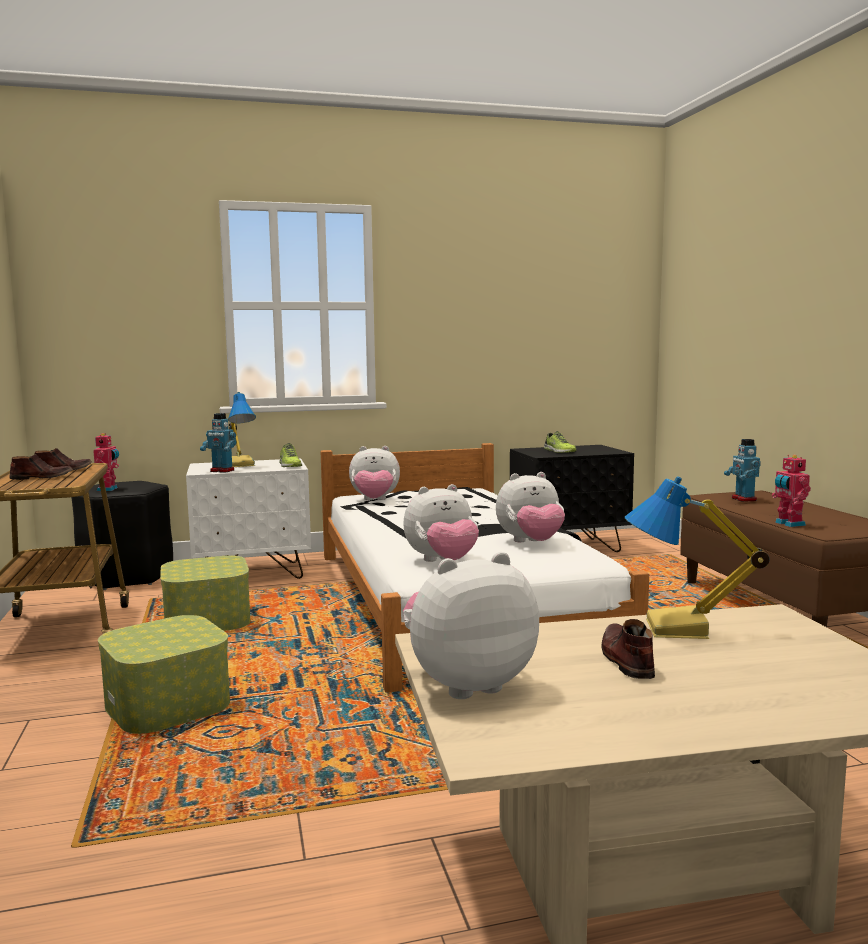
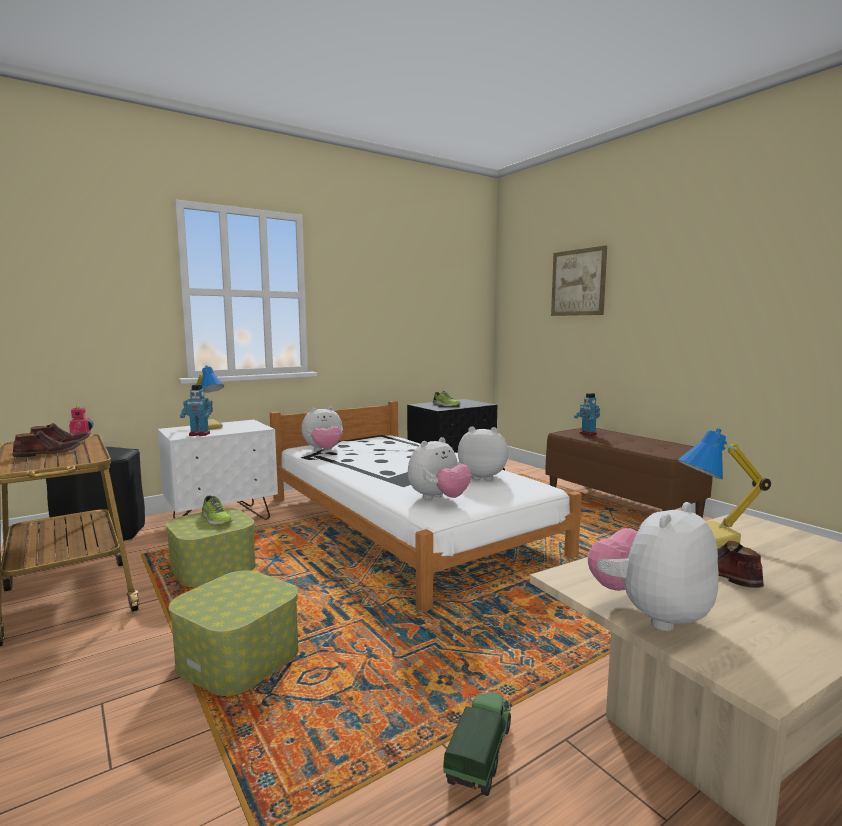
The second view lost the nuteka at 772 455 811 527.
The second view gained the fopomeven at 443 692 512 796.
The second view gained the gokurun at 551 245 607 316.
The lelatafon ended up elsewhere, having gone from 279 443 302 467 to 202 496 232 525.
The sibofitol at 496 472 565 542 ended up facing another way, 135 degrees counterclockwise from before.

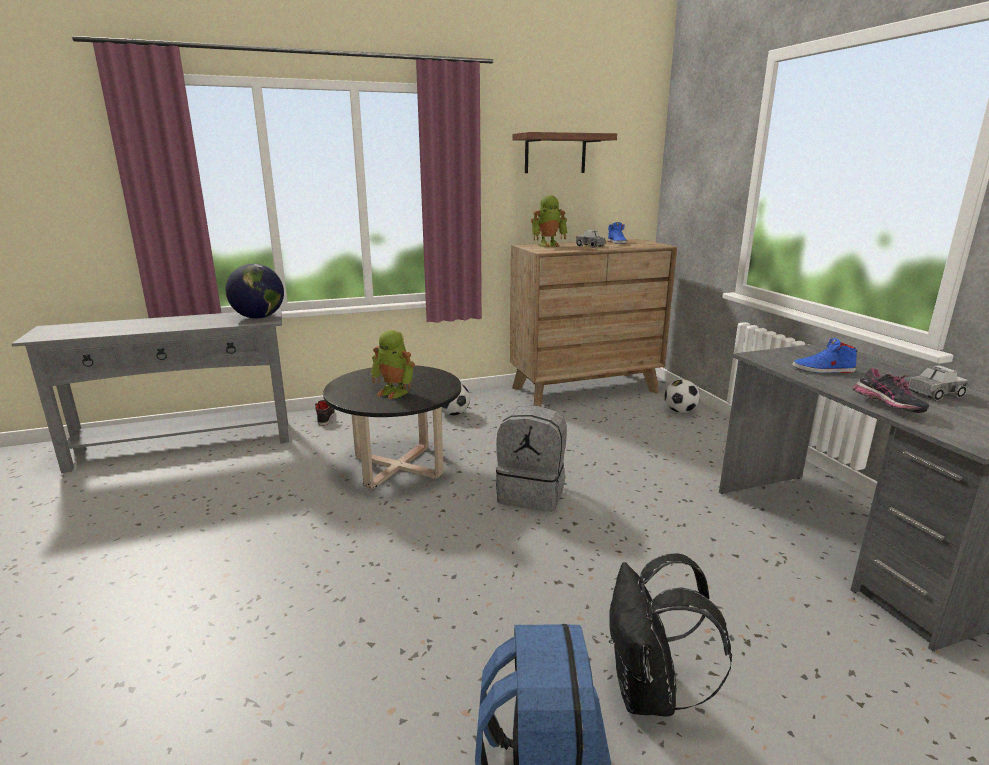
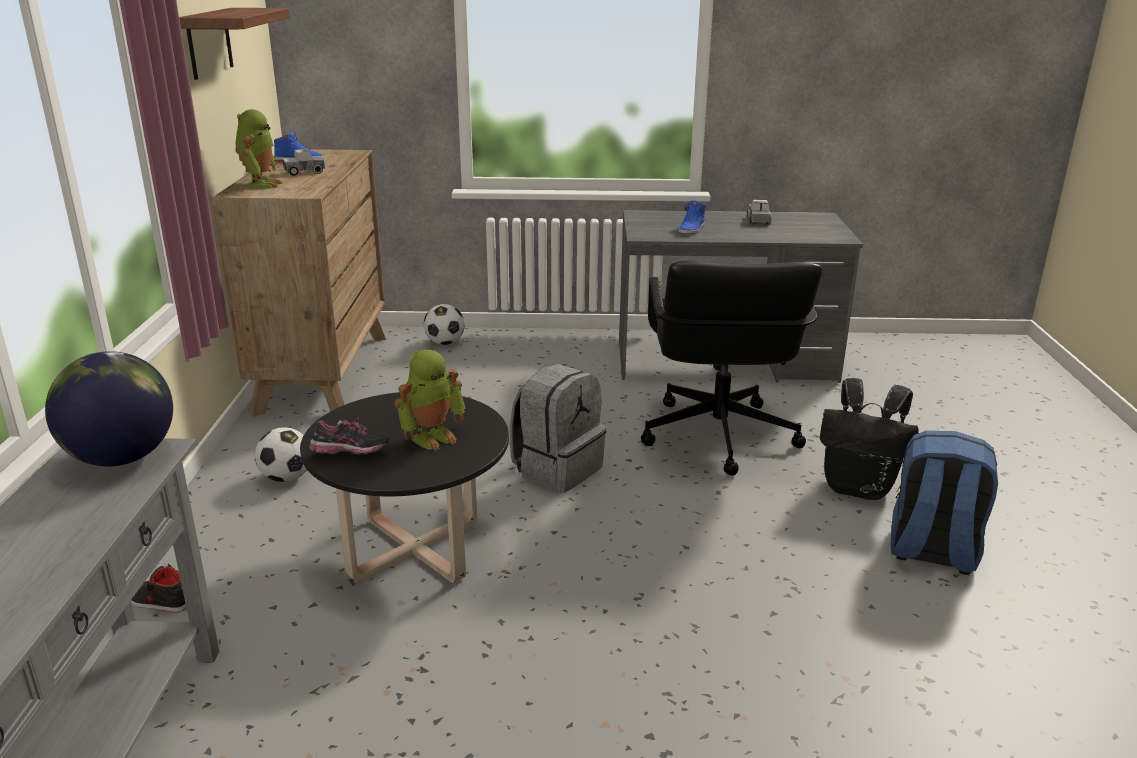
The second view gained the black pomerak at 641 260 822 475.
The lelatafon ended up elsewhere, having gone from 853 368 929 413 to 309 417 389 455.

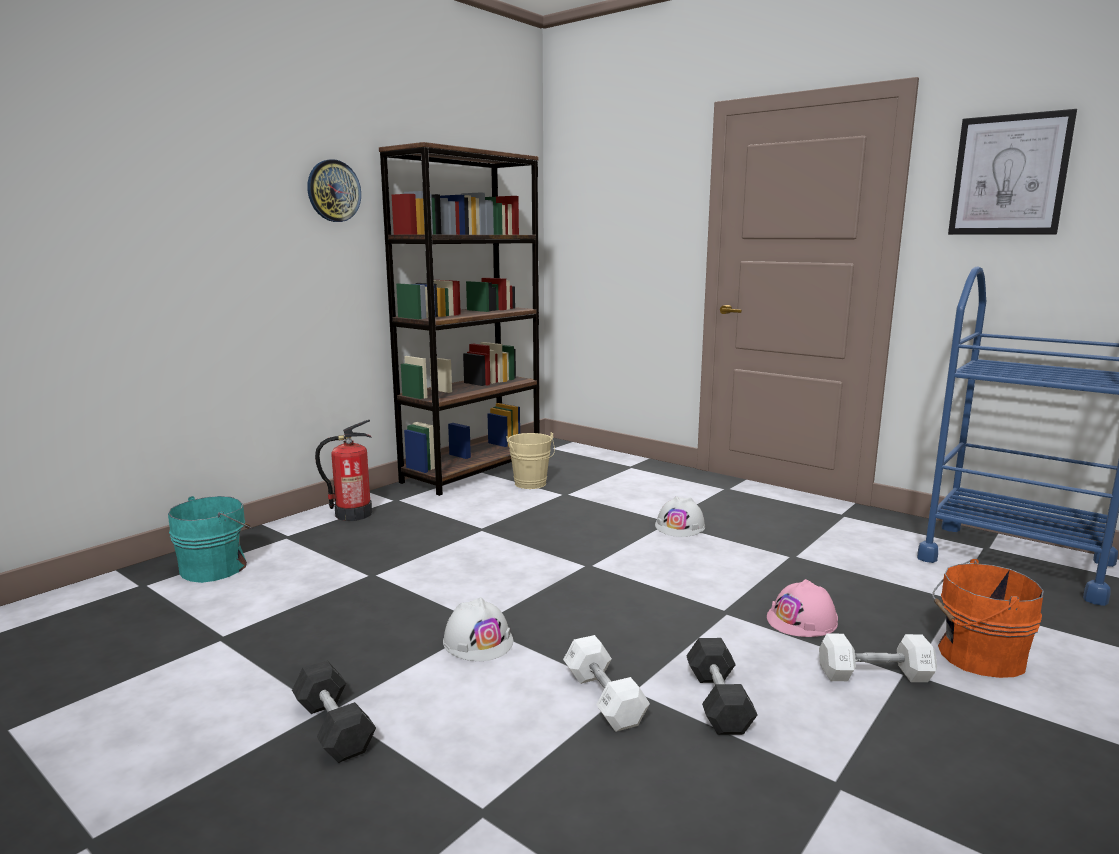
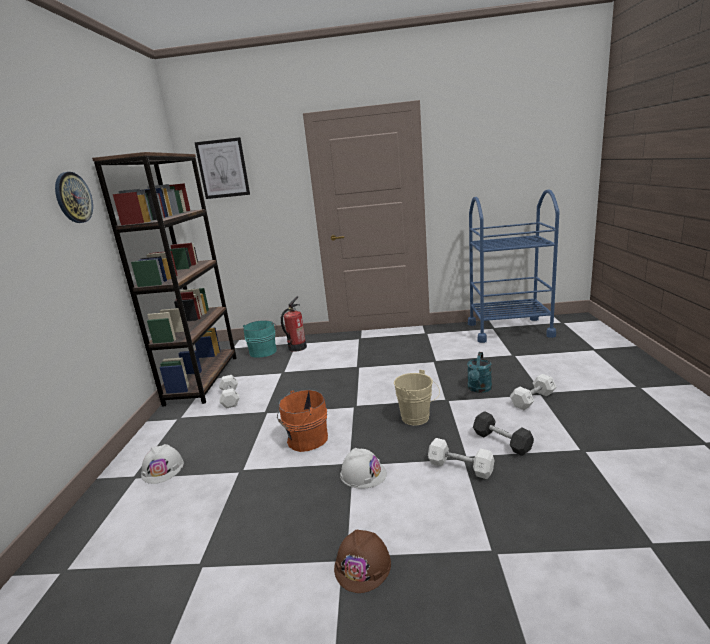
The second view gained the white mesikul at 219 375 240 409.
The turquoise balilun ended up elsewhere, having gone from 168 496 253 583 to 243 320 277 357.
The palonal ended up elsewhere, having gone from 315 420 372 521 to 281 296 307 352.
The beige balilun ended up elsewhere, having gone from 506 432 555 489 to 394 370 440 425.
The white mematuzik ended up elsewhere, having gone from 655 496 705 537 to 141 444 184 484.
The orange balilun ended up elsewhere, having gone from 932 559 1044 678 to 277 390 328 452.
The gokurun ended up elsewhere, having gone from 948 109 1077 235 to 194 137 250 199.
Where the black mesikul stood at 292 660 376 763, the brown mematuzik came to stand at 334 530 391 593.
Where the pink mematuzik stood at 767 579 838 637, the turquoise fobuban came to stand at 467 352 492 393.

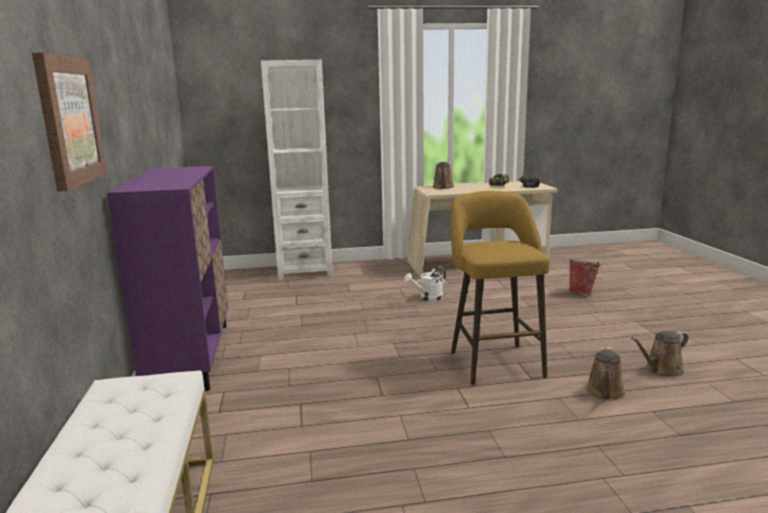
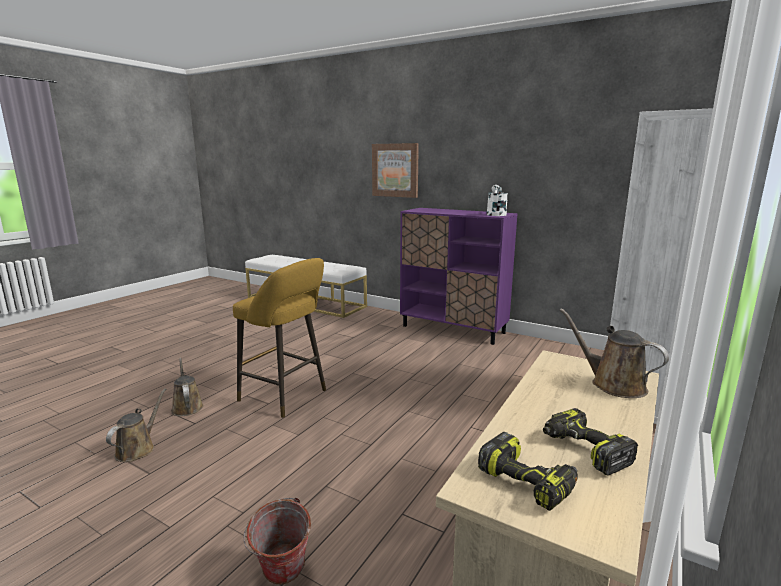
The white fobuban ended up elsewhere, having gone from 404 267 446 301 to 486 185 508 216.

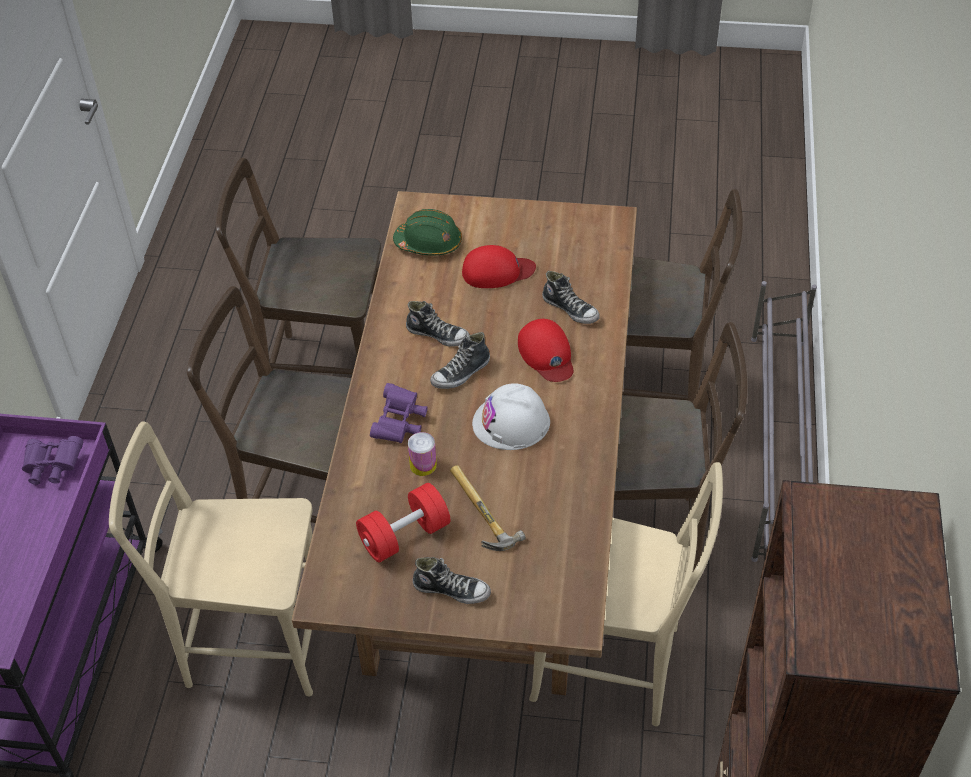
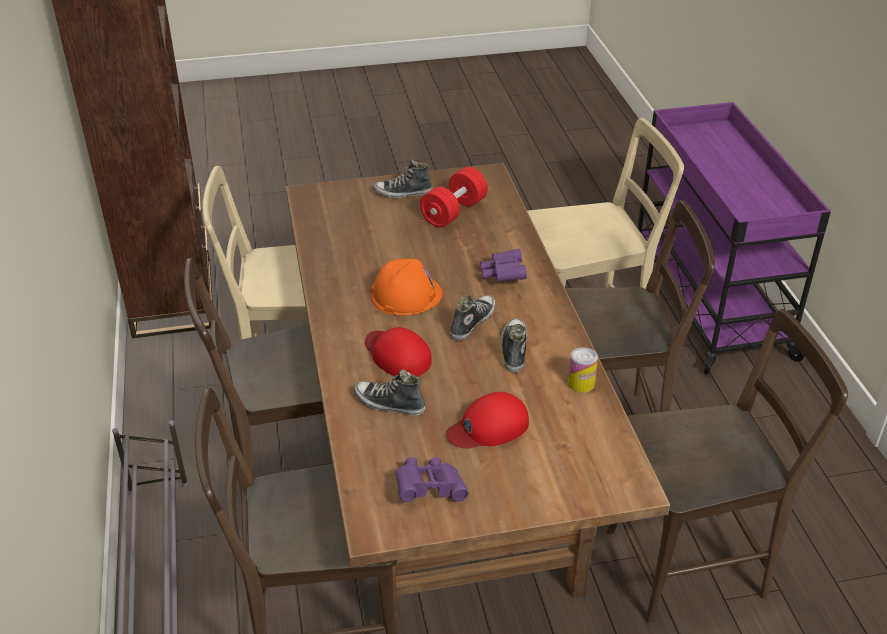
The second view lost the green mematuzik at 393 209 462 255.
The second view lost the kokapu at 450 465 526 551.
The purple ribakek ended up elsewhere, having gone from 22 436 83 485 to 395 457 469 502.
The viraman ended up elsewhere, having gone from 408 432 437 476 to 568 347 598 393.
What was the white mematuzik at 472 383 550 450 turned into the orange mematuzik at 371 259 442 316.
The lelatafon at 406 301 470 347 ended up facing another way, 90 degrees clockwise from before.

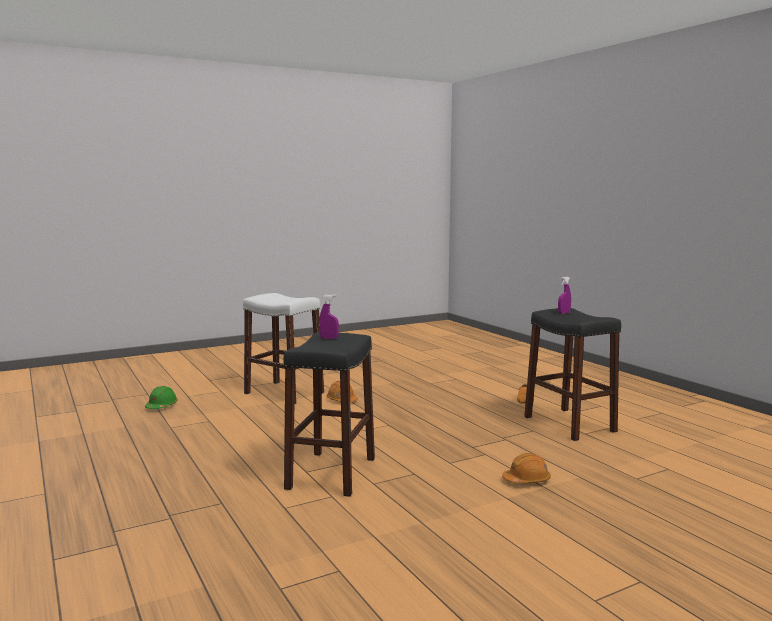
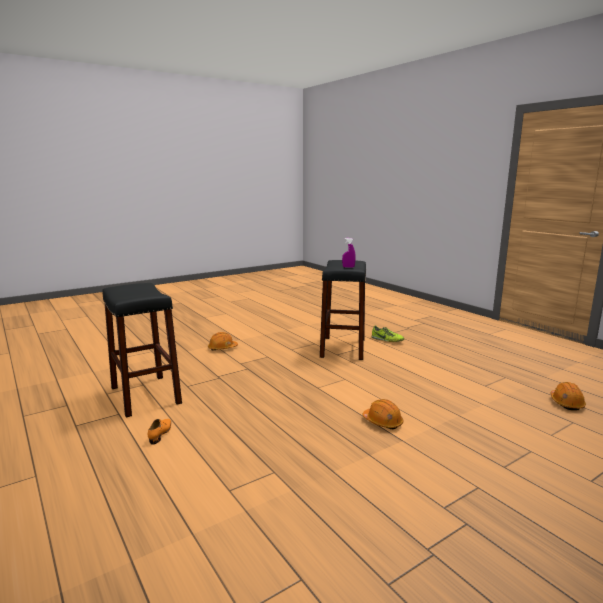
The second view lost the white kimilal at 243 293 324 405.
The second view lost the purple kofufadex at 558 277 571 314.
The second view gained the lelatafon at 371 325 404 342.
What was the green mematuzik at 145 386 178 409 turned into the orange mematuzik at 550 382 586 411.

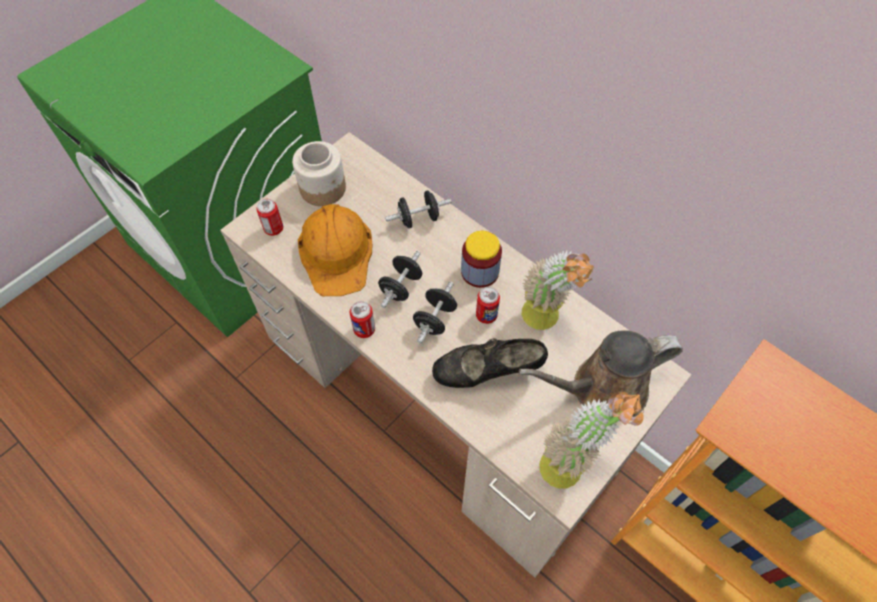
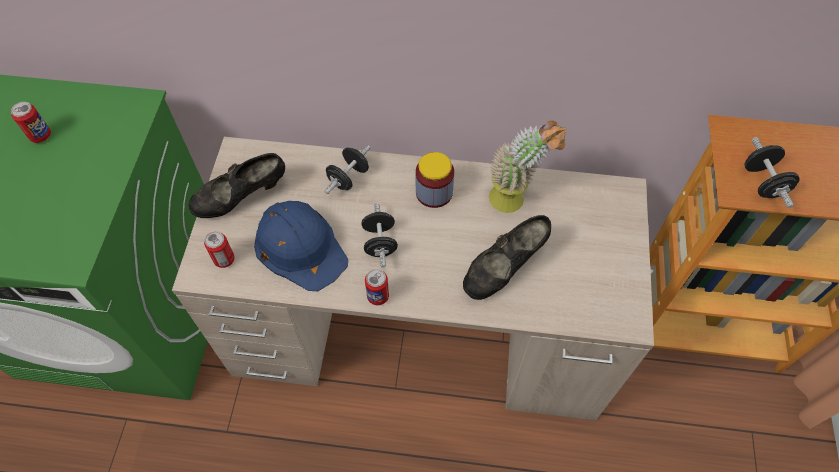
The second view lost the brown fobuban at 519 330 683 421.
The second view lost the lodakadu at 539 392 644 489.
The black mesikul ended up elsewhere, having gone from 413 282 457 344 to 744 137 800 208.
The viraman ended up elsewhere, having gone from 476 287 500 324 to 11 102 51 143.
Where the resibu stood at 292 141 346 206, the black lelatafon came to stand at 188 153 285 218.
What was the orange mematuzik at 298 204 372 296 turned into the blue mematuzik at 254 201 348 291.

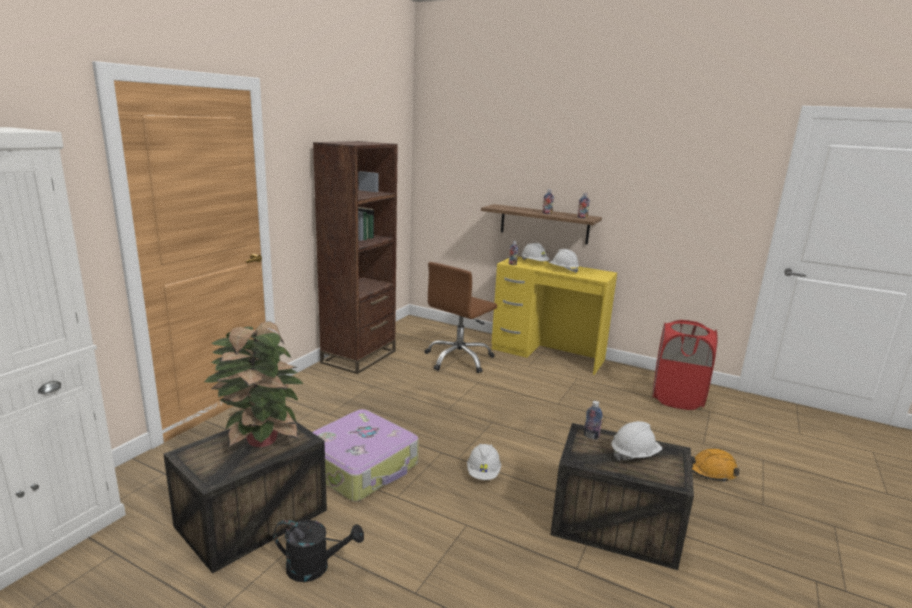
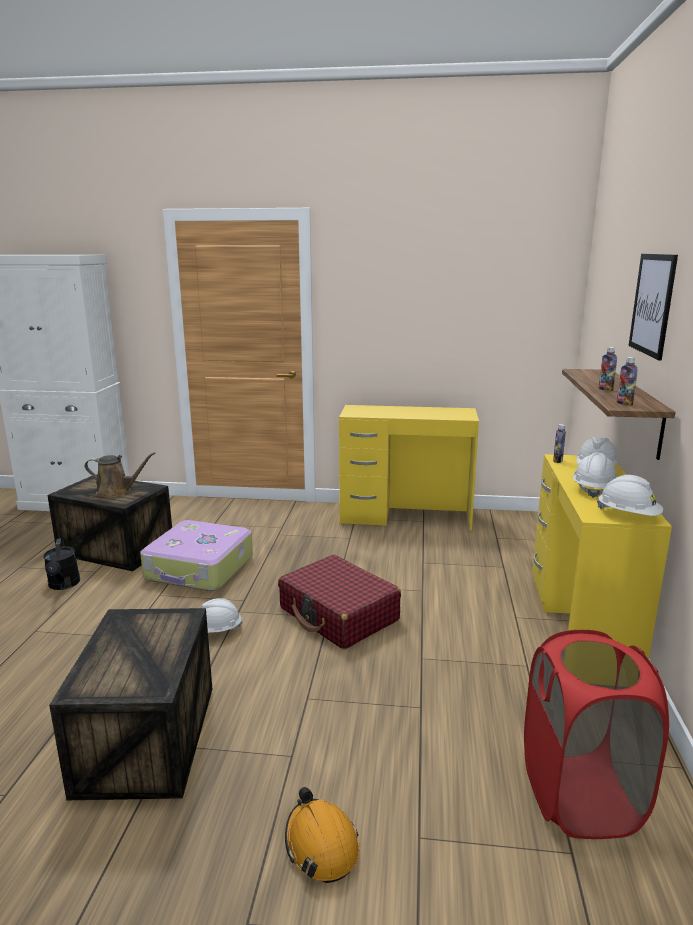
The second view lost the brown pomerak at 425 262 497 373.
The second view lost the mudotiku at 584 401 603 440.
The second view gained the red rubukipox at 278 555 401 649.
The second view gained the gokurun at 629 254 678 361.
The white mematuzik ended up elsewhere, having gone from 611 421 662 461 to 597 475 663 516.
Where the lodakadu stood at 204 321 304 447, the brown fobuban came to stand at 85 452 155 498.
Where the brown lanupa stood at 313 141 398 374, the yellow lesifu came to stand at 339 405 479 531.

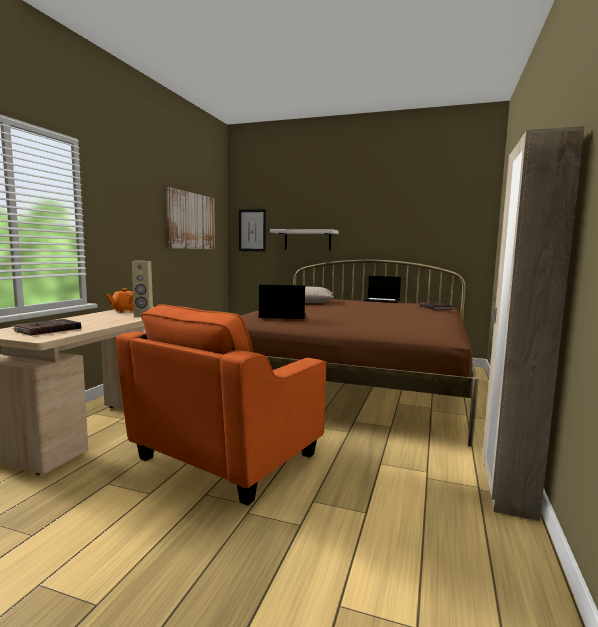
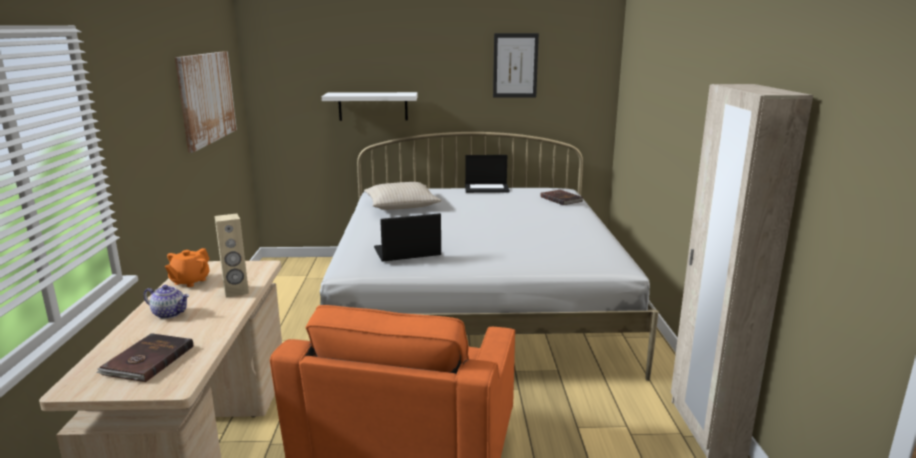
The second view gained the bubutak at 144 285 189 319.
The gokurun ended up elsewhere, having gone from 239 209 266 252 to 493 33 539 97.
What was the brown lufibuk at 241 260 479 447 turned into the white lufibuk at 320 132 659 381.

